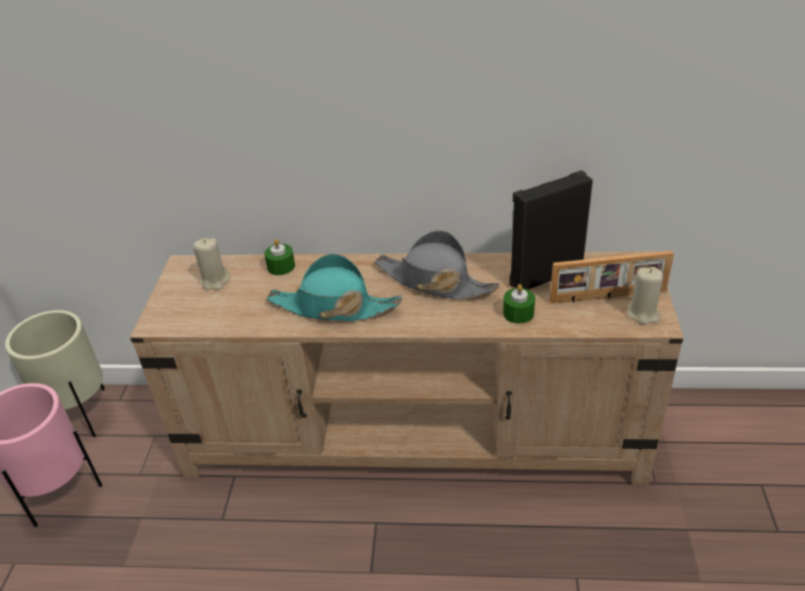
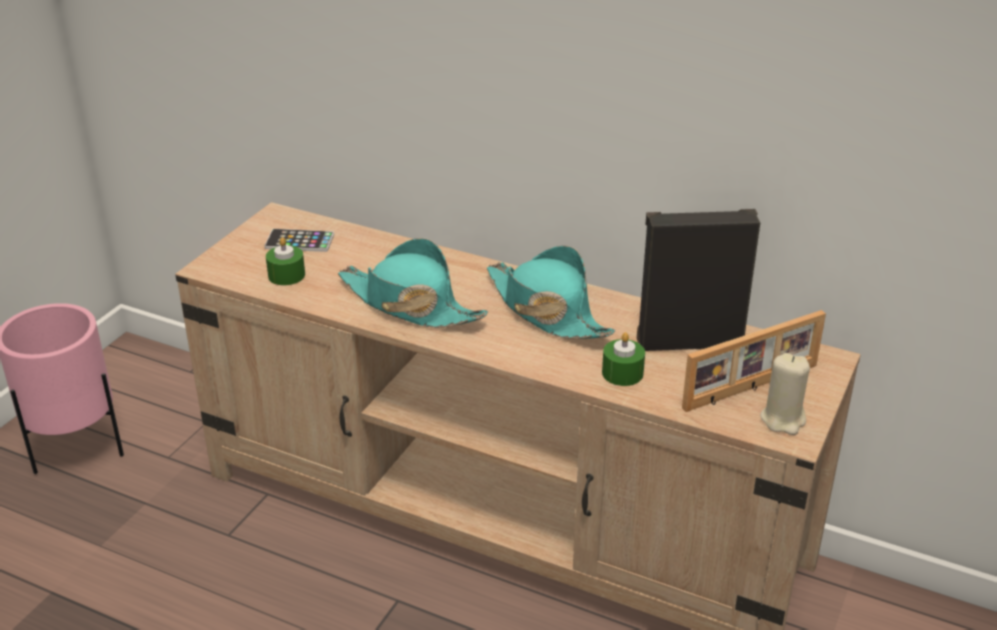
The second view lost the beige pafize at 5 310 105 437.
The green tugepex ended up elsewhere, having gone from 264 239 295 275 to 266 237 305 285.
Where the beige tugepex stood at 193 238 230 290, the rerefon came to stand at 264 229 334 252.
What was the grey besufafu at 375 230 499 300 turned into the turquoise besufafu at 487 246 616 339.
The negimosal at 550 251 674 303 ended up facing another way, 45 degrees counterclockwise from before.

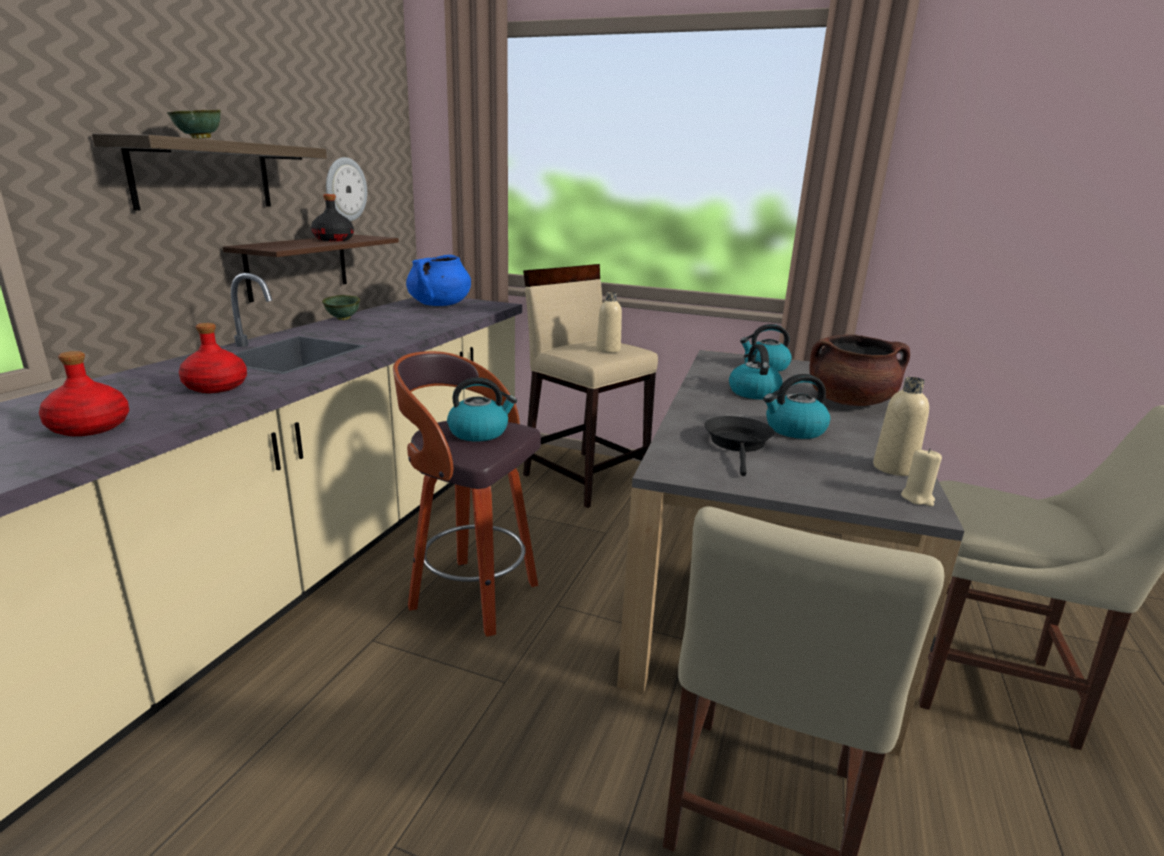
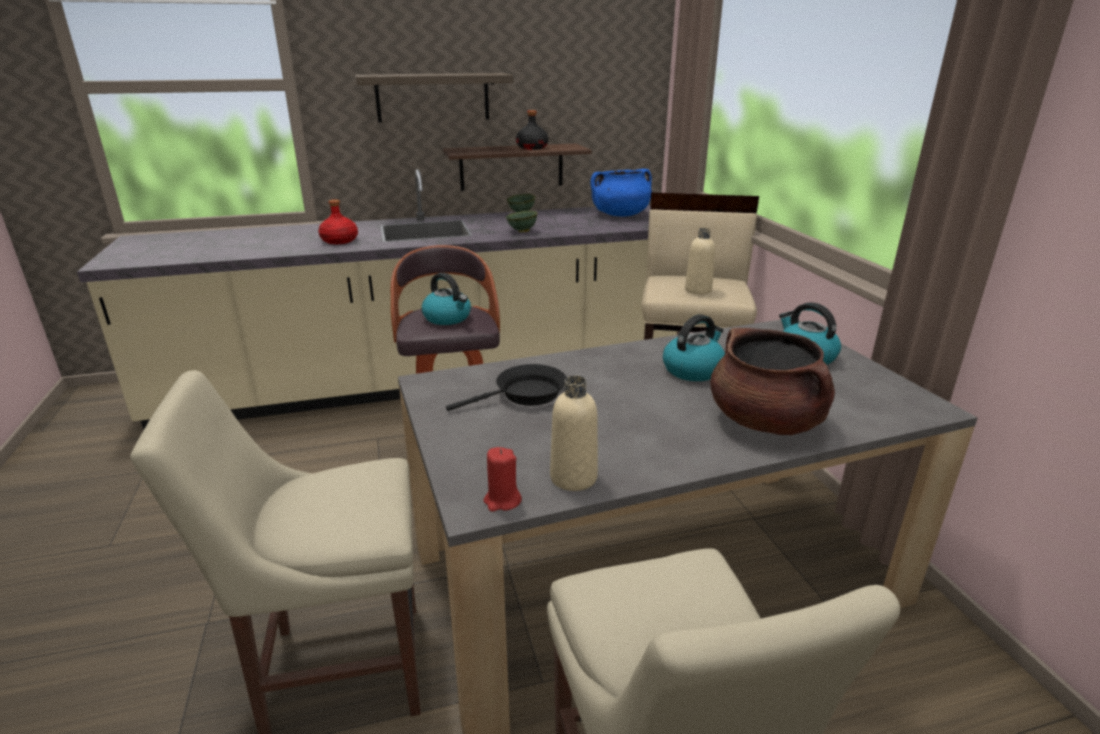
The second view lost the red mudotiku at 39 351 129 436.
The second view lost the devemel at 326 157 367 221.
The second view lost the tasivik at 763 374 830 439.
The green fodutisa ended up elsewhere, having gone from 167 110 221 139 to 506 211 537 233.
What was the beige tugepex at 901 448 942 506 turned into the red tugepex at 484 447 522 512.

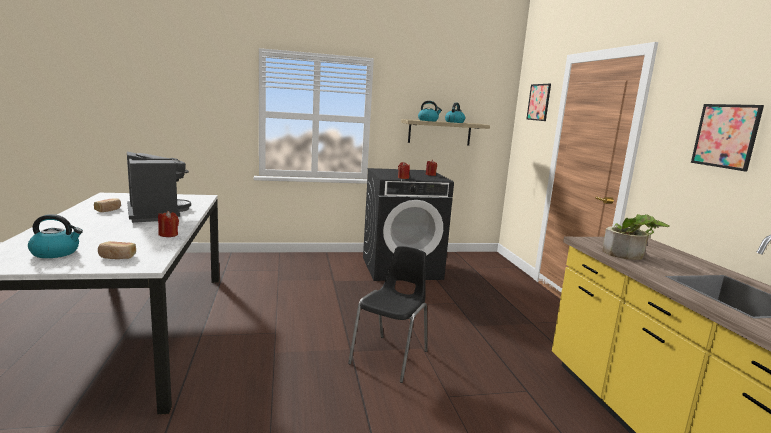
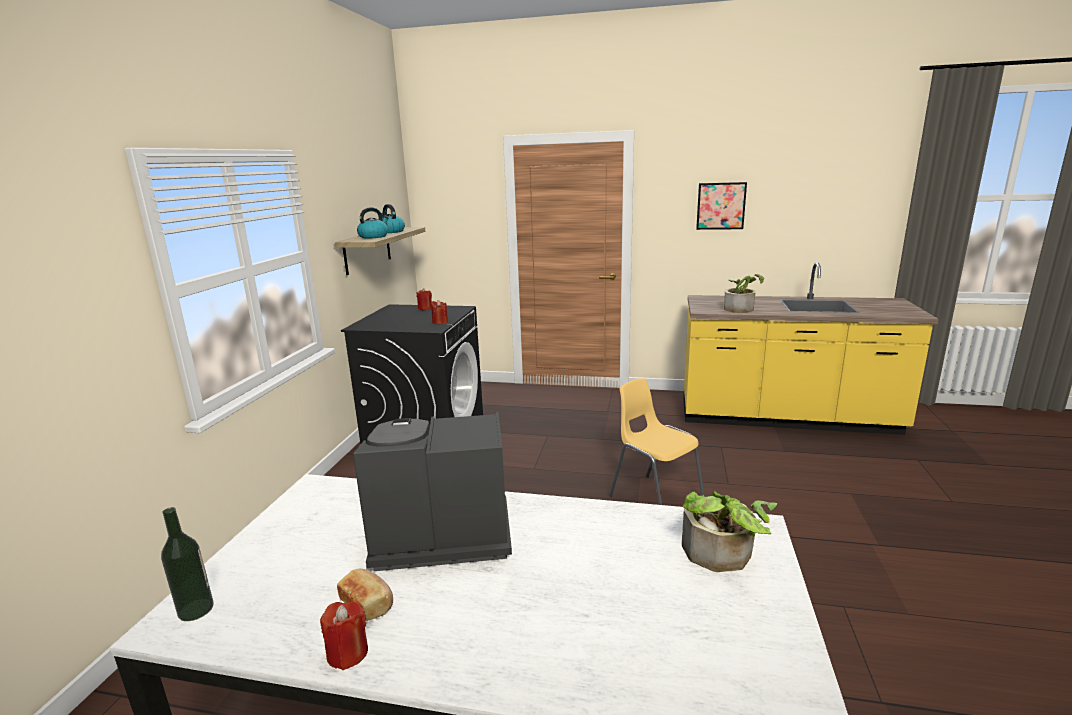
The second view lost the tasivik at 28 214 83 258.
The second view lost the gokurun at 526 84 551 121.
The second view gained the mudotiku at 161 507 213 621.
The red tugepex ended up elsewhere, having gone from 158 211 179 237 to 320 601 368 670.
Where the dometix stood at 98 241 136 259, the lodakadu came to stand at 682 491 777 572.
What was the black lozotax at 348 246 428 383 turned into the yellow lozotax at 609 378 705 505.

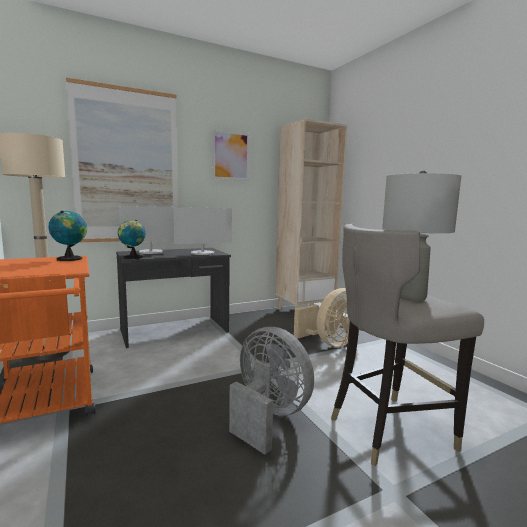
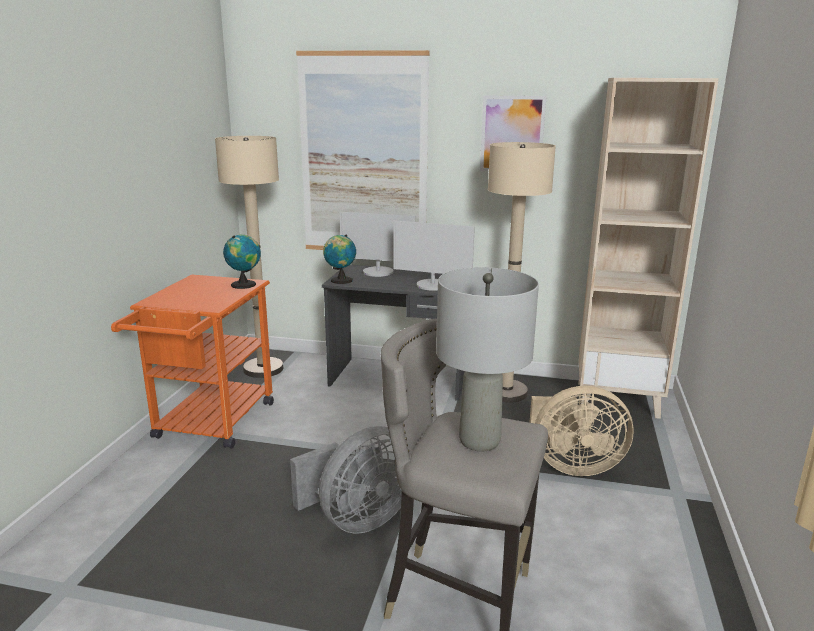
The second view gained the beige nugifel at 488 142 556 403.
The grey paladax at 229 327 314 455 ended up facing another way, 60 degrees clockwise from before.

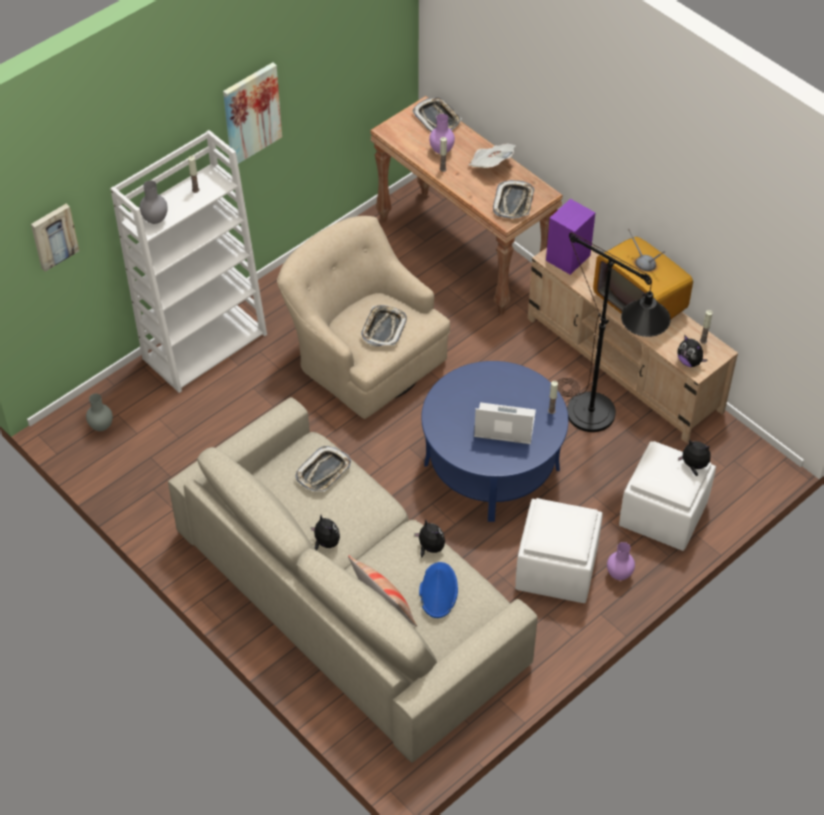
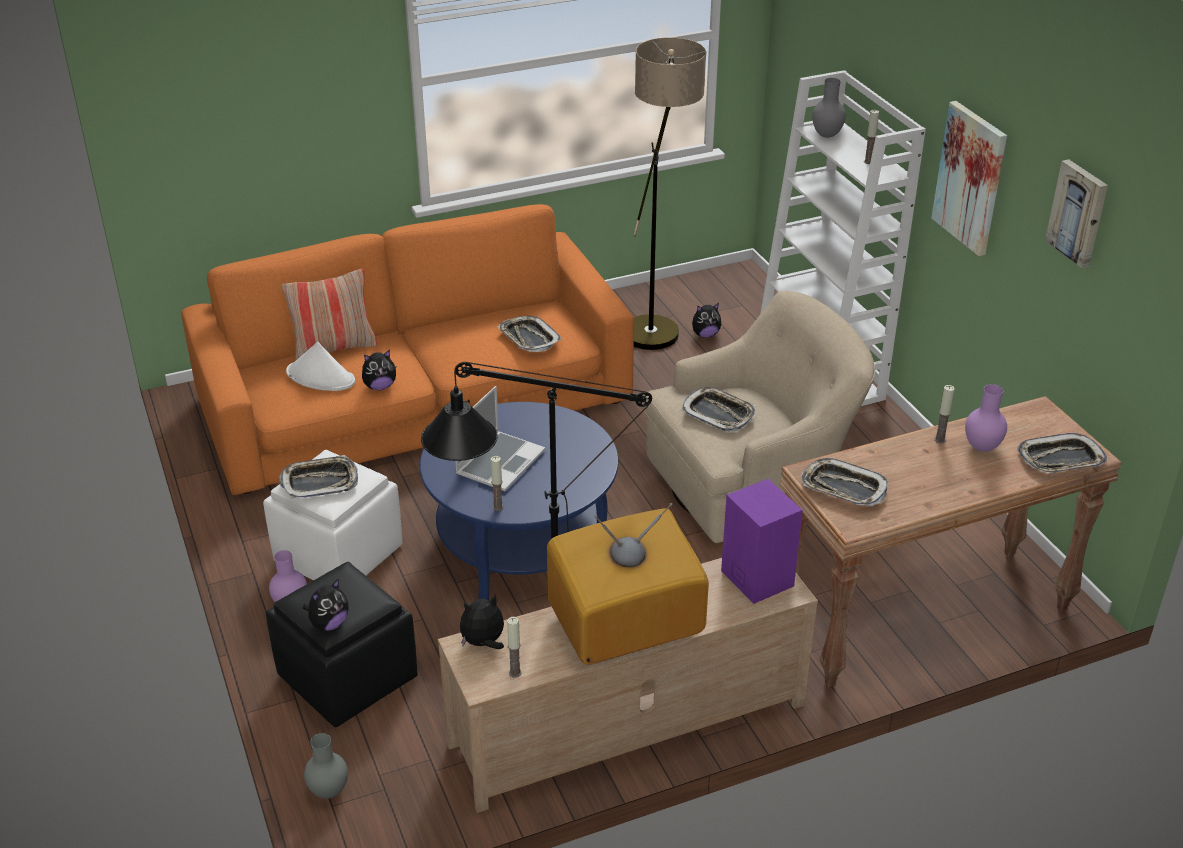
The second view lost the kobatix at 468 143 516 168.
The second view gained the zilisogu at 279 455 358 499.
The second view gained the nugifel at 633 37 706 350.
The gokurun ended up elsewhere, having gone from 31 204 79 272 to 1045 159 1108 268.
The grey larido ended up elsewhere, having gone from 86 394 113 431 to 304 733 348 799.
The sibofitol ended up elsewhere, having gone from 311 515 340 551 to 692 303 721 338.
What was the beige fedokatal at 168 397 538 763 turned into the orange fedokatal at 181 204 634 495.
What was the blue besufafu at 419 562 458 618 turned into the white besufafu at 286 342 355 391.
What was the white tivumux at 619 441 716 551 turned into the black tivumux at 266 561 418 727.

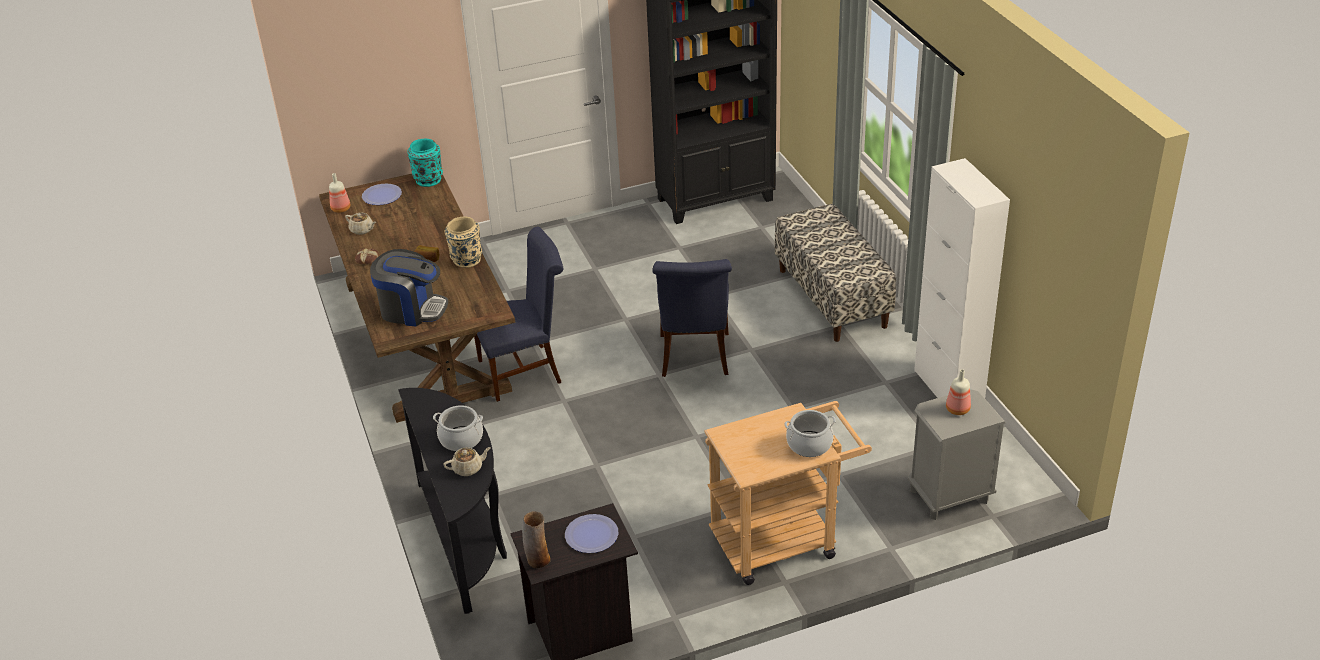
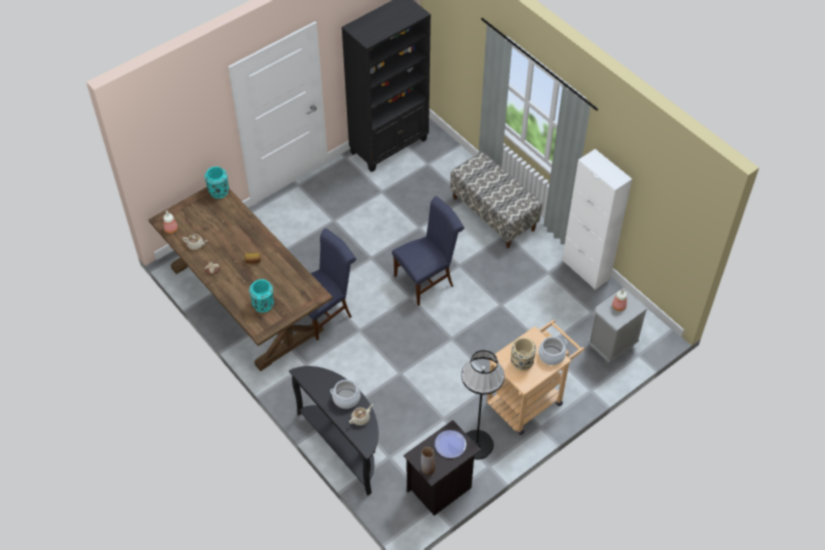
The second view lost the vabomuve at 362 184 402 205.
The second view gained the black nugifel at 461 350 505 460.
The beige larido ended up elsewhere, having gone from 445 217 482 268 to 511 338 536 371.
Where the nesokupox stood at 370 249 448 327, the turquoise larido came to stand at 249 279 274 313.
The blue lozotax at 652 259 732 377 ended up facing another way, 105 degrees counterclockwise from before.

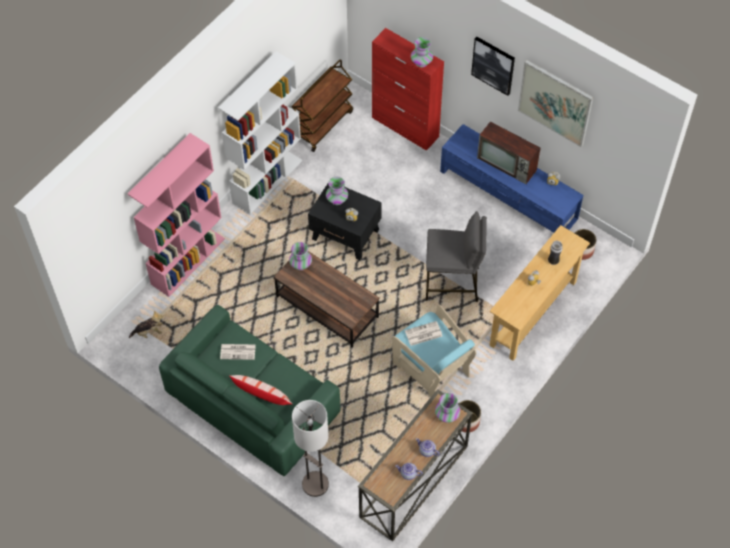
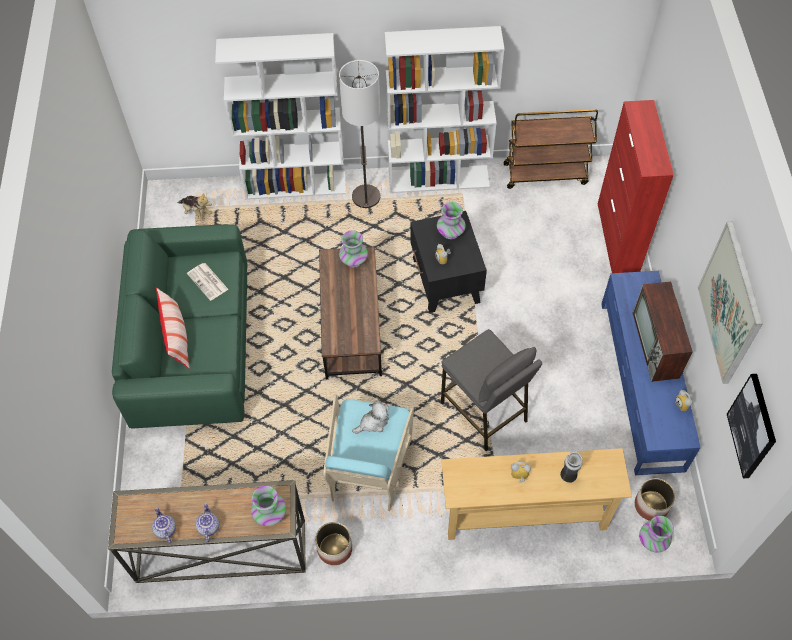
The nugifel ended up elsewhere, having gone from 292 400 329 497 to 339 60 380 208.
The larido ended up elsewhere, having gone from 411 37 433 67 to 639 516 674 552.
The gokurun ended up elsewhere, having gone from 471 37 515 96 to 727 374 776 478.
Where the kobatix stood at 405 321 442 346, the sibofitol came to stand at 352 401 389 434.
What was the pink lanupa at 128 133 225 297 turned into the white lanupa at 215 33 346 200.

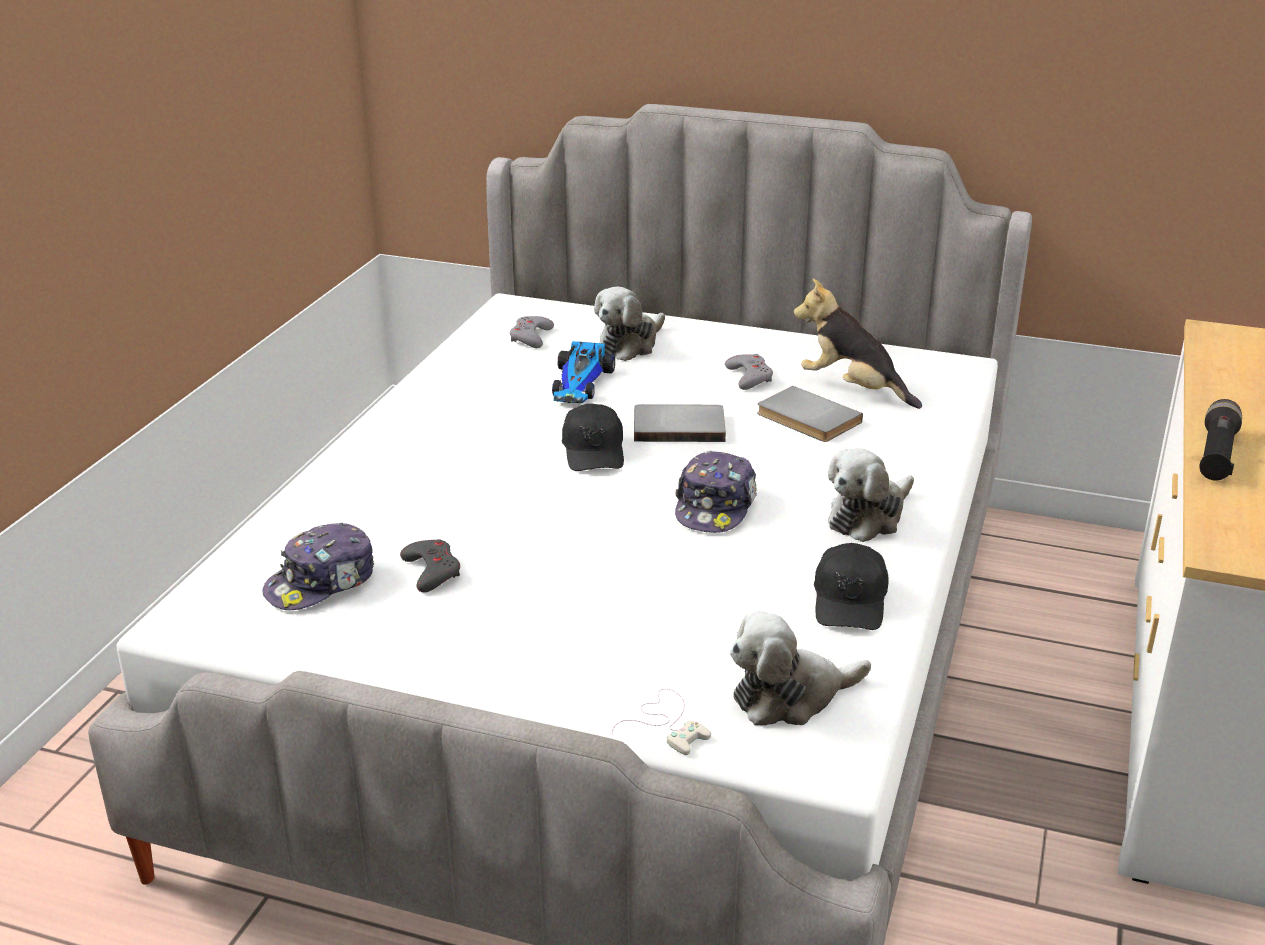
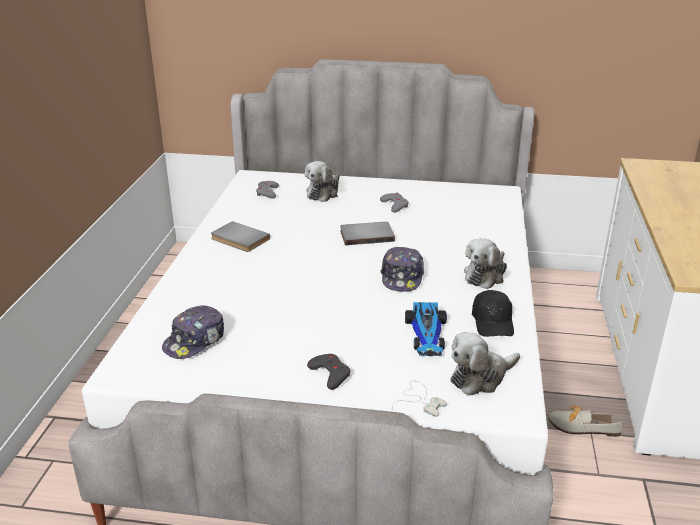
The second view lost the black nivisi at 562 404 624 471.
The second view lost the sibofitol at 794 278 922 409.
The second view lost the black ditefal at 1199 399 1242 481.
The second view gained the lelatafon at 548 406 622 437.
The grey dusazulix ended up elsewhere, having gone from 400 539 460 593 to 307 354 351 390.
The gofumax ended up elsewhere, having gone from 552 341 615 403 to 405 302 447 356.
The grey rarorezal ended up elsewhere, having gone from 757 386 863 442 to 211 221 270 252.

